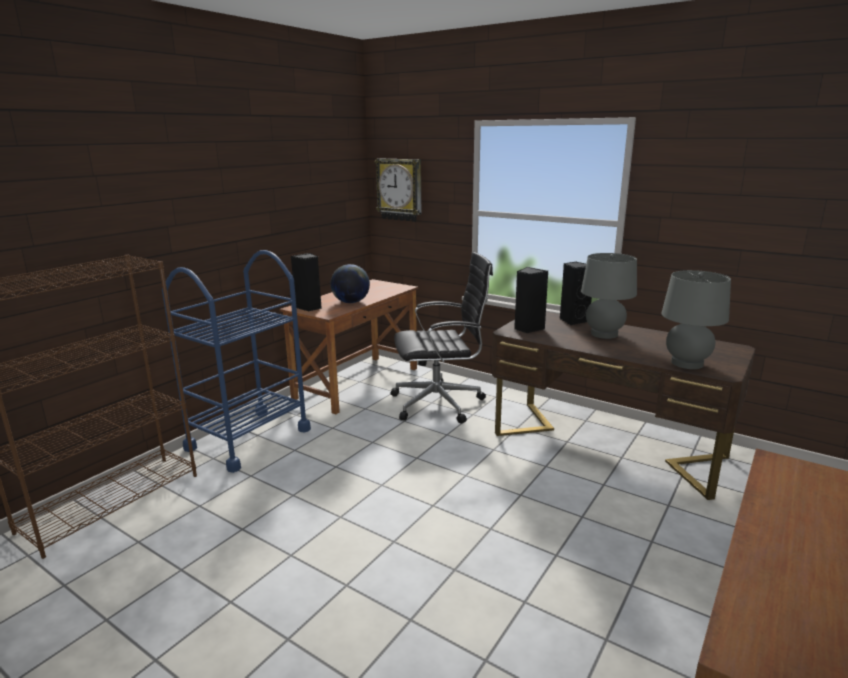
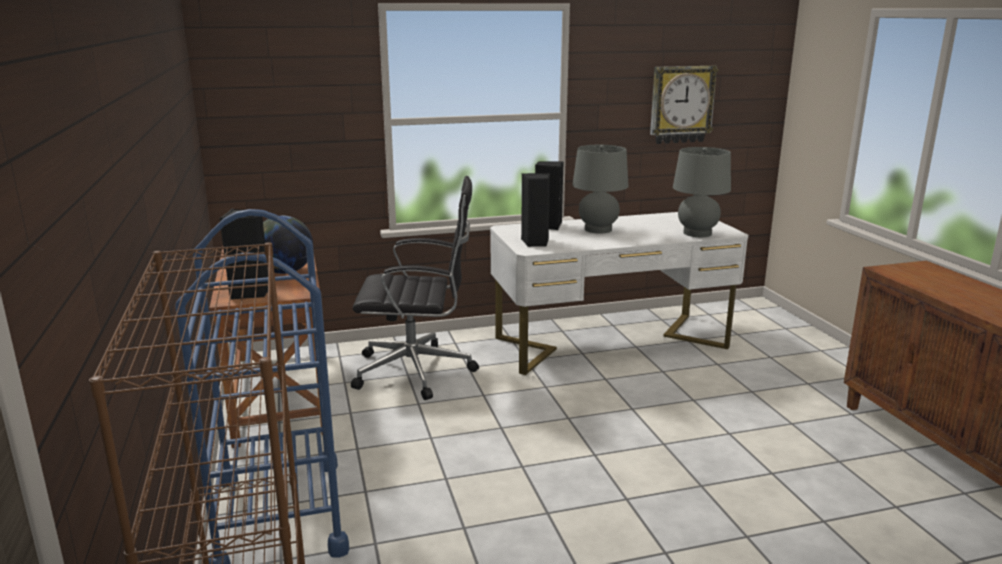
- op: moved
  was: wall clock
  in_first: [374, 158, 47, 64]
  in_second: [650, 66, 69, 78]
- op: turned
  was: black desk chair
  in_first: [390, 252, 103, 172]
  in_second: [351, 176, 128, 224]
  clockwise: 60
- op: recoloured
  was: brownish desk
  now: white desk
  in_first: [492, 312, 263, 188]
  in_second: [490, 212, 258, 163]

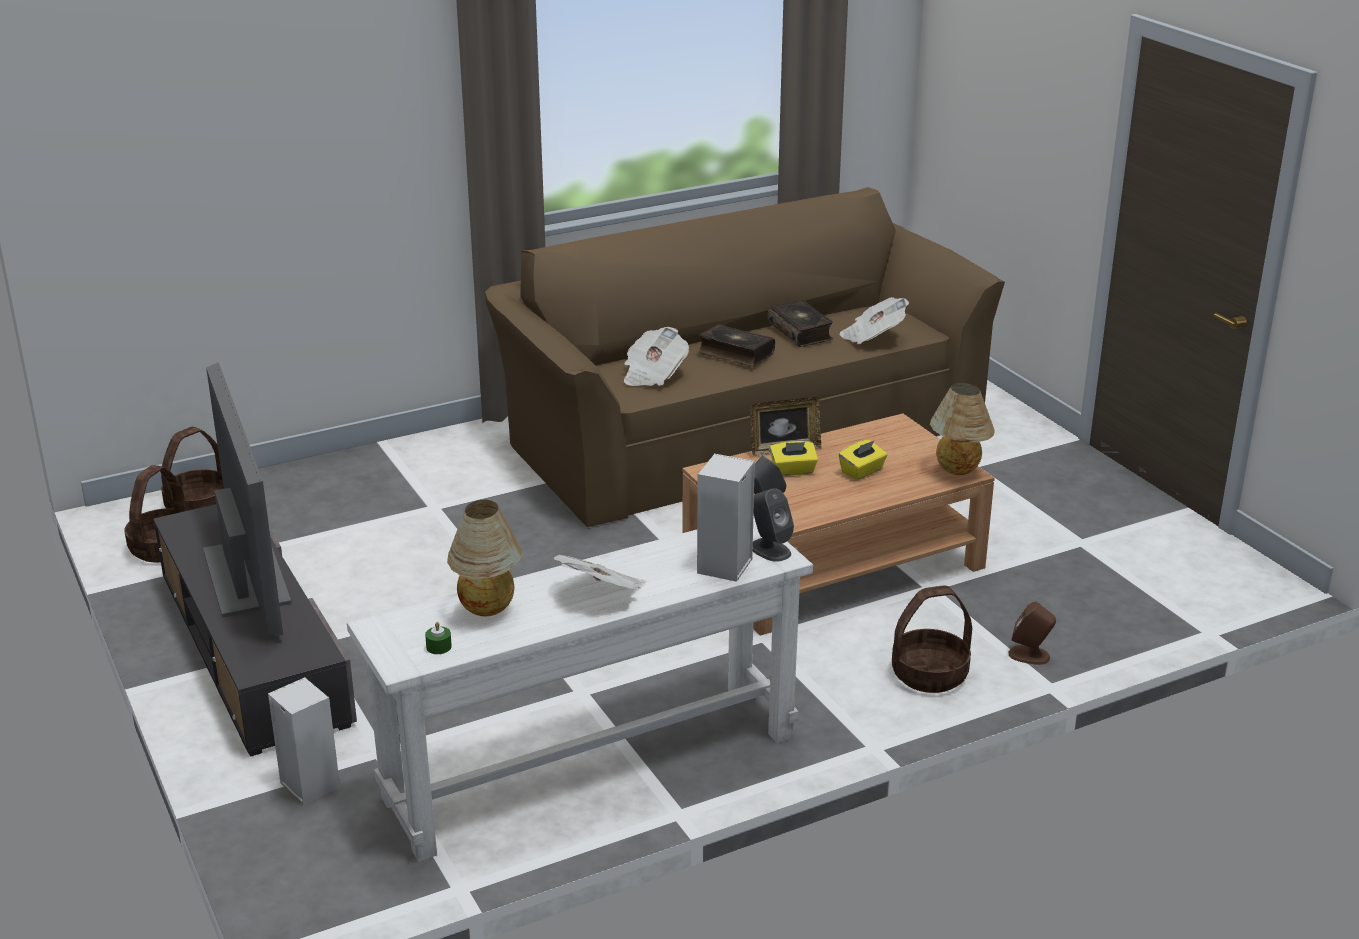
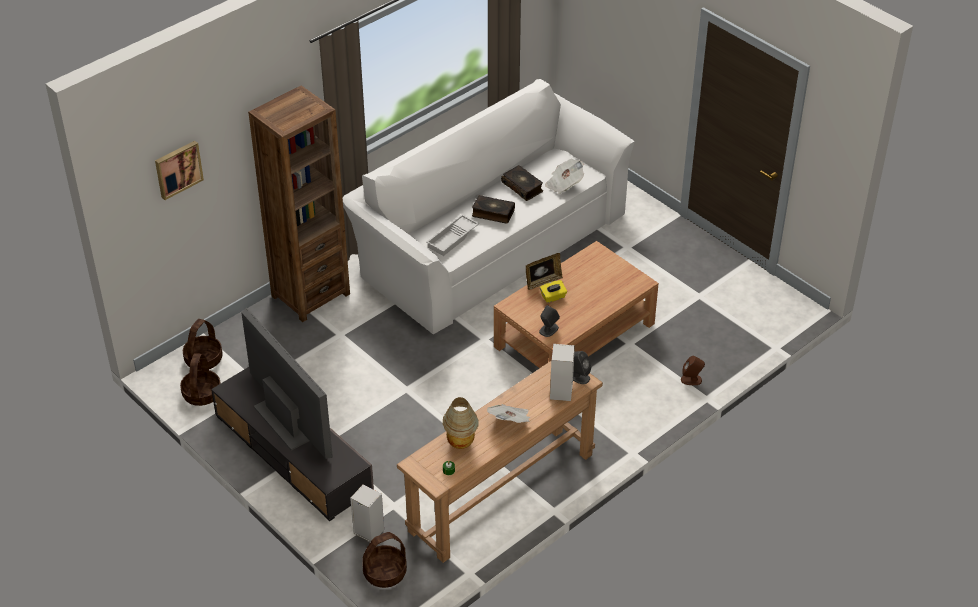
- op: recoloured
  was: white narrow table
  now: brownish narrow table
  in_first: [347, 514, 466, 348]
  in_second: [397, 361, 206, 202]
- op: recoloured
  was: brownish sofa
  now: white sofa
  in_first: [485, 187, 520, 340]
  in_second: [343, 79, 292, 255]
- op: replaced
  was: newspaper
  now: white carrying tray
  in_first: [624, 327, 65, 59]
  in_second: [426, 214, 53, 42]
- op: removed
  was: yellow-coloured tissue holder
  in_first: [839, 440, 49, 40]
- op: moved
  was: storage basket
  in_first: [892, 585, 80, 108]
  in_second: [362, 532, 45, 56]
- op: removed
  was: lamp for a table
  in_first: [930, 383, 65, 92]
- op: added
  now: picture
  in_second: [155, 141, 49, 59]
- op: added
  now: brownish shelving unit
  in_second: [248, 85, 102, 237]

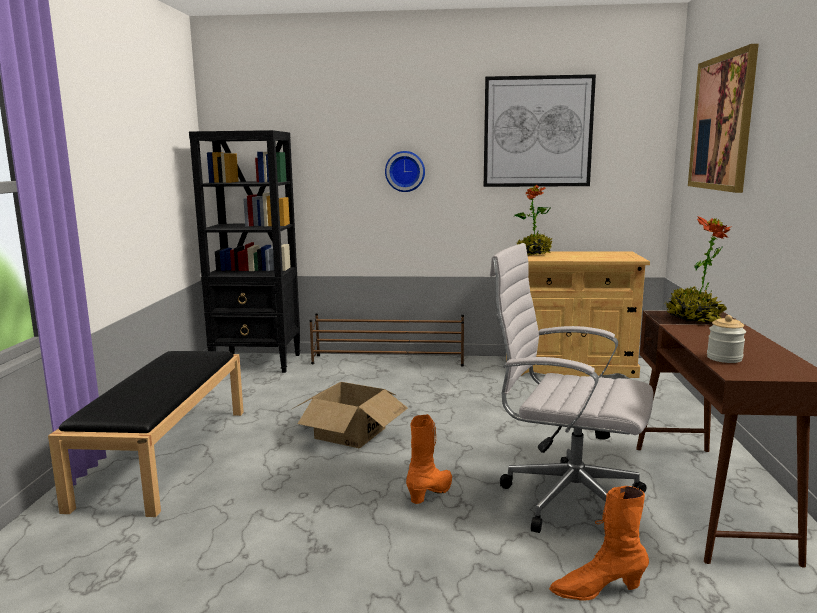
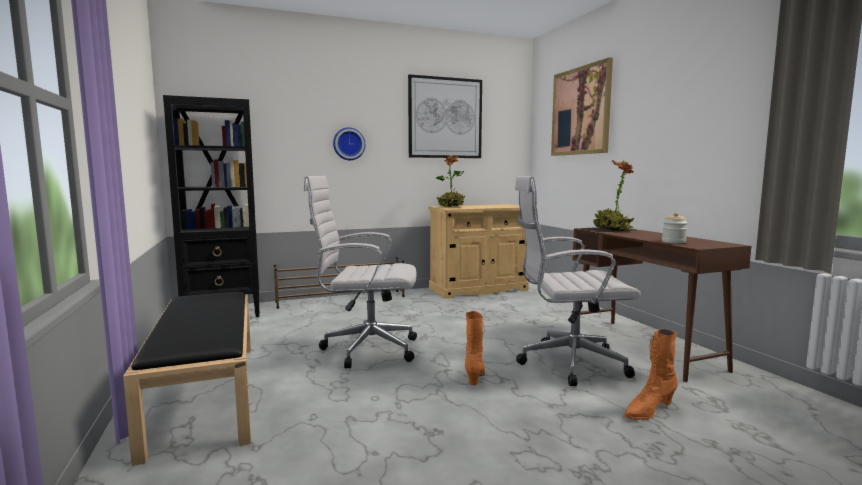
- op: replaced
  was: packing box
  now: white desk chair
  in_first: [292, 382, 116, 66]
  in_second: [304, 176, 113, 193]

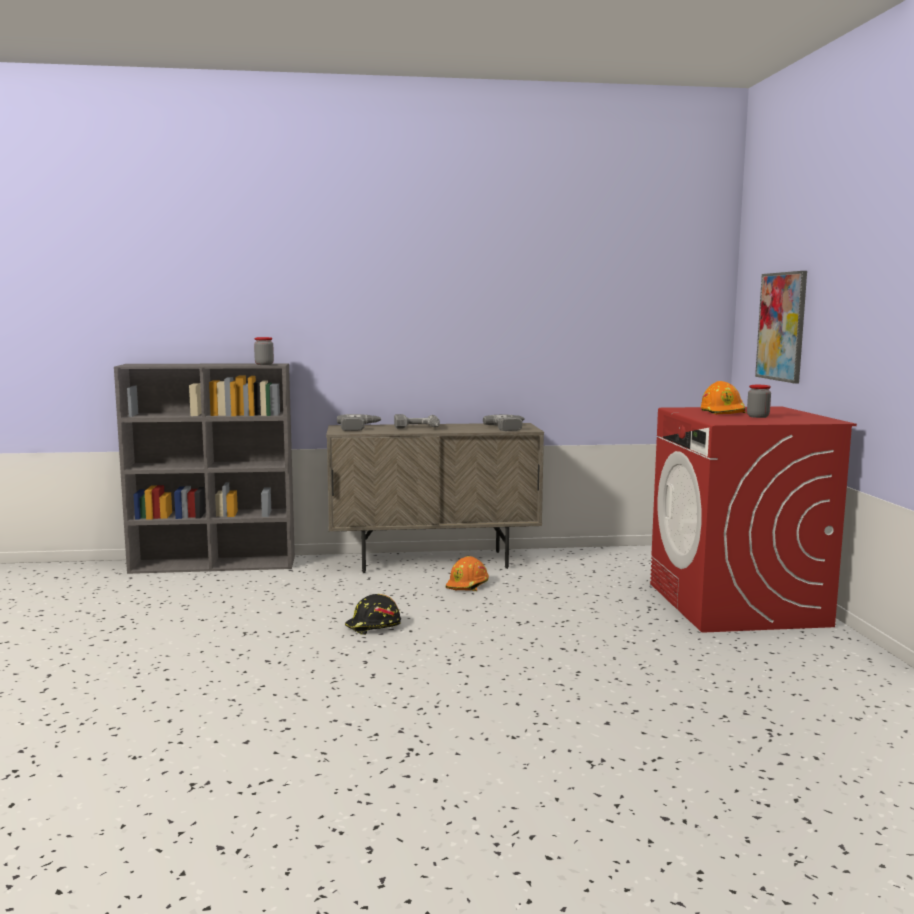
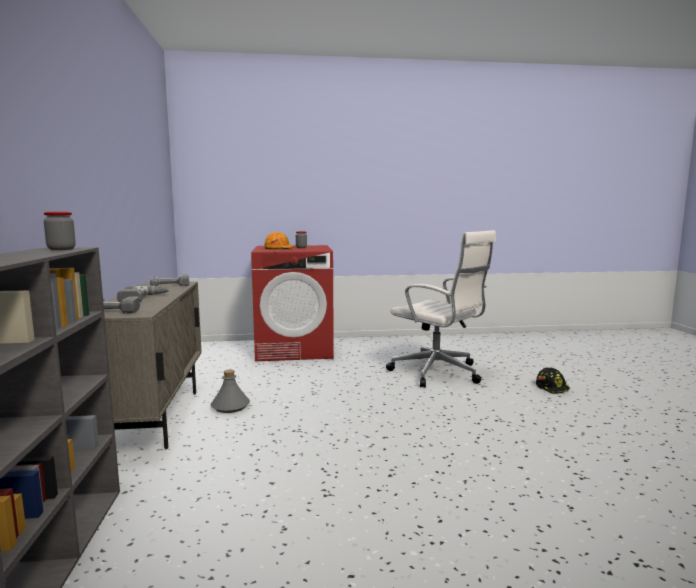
- op: moved
  was: black work helmet
  in_first: [345, 594, 56, 41]
  in_second: [536, 367, 34, 27]
- op: replaced
  was: orangey work helmet
  now: greyish beverage bottle
  in_first: [446, 556, 43, 35]
  in_second: [211, 370, 39, 43]
- op: removed
  was: picture
  in_first: [755, 271, 52, 112]
- op: added
  now: white desk chair
  in_second: [386, 230, 110, 157]

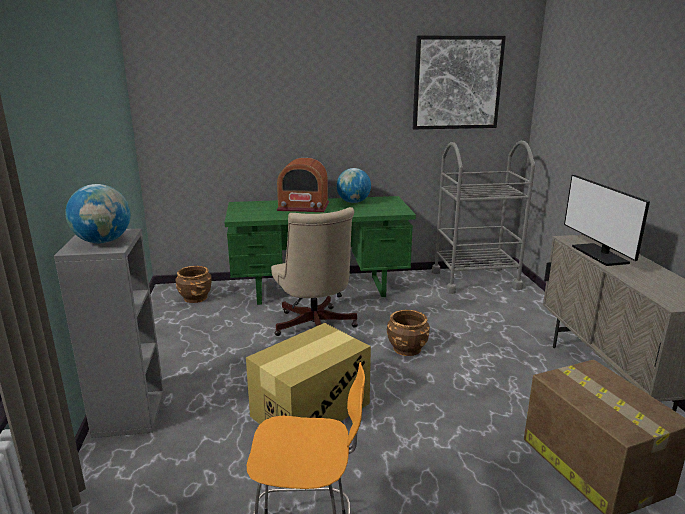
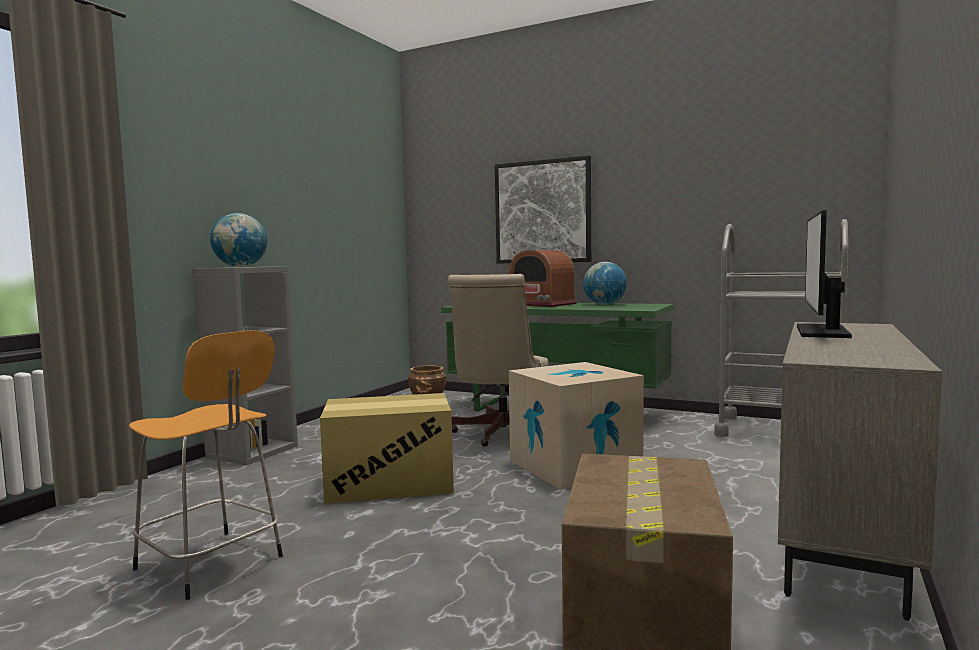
- op: replaced
  was: brownish flower pot
  now: packing box
  in_first: [387, 310, 43, 46]
  in_second: [509, 362, 135, 128]
- op: moved
  was: picture
  in_first: [413, 36, 93, 93]
  in_second: [495, 156, 96, 108]

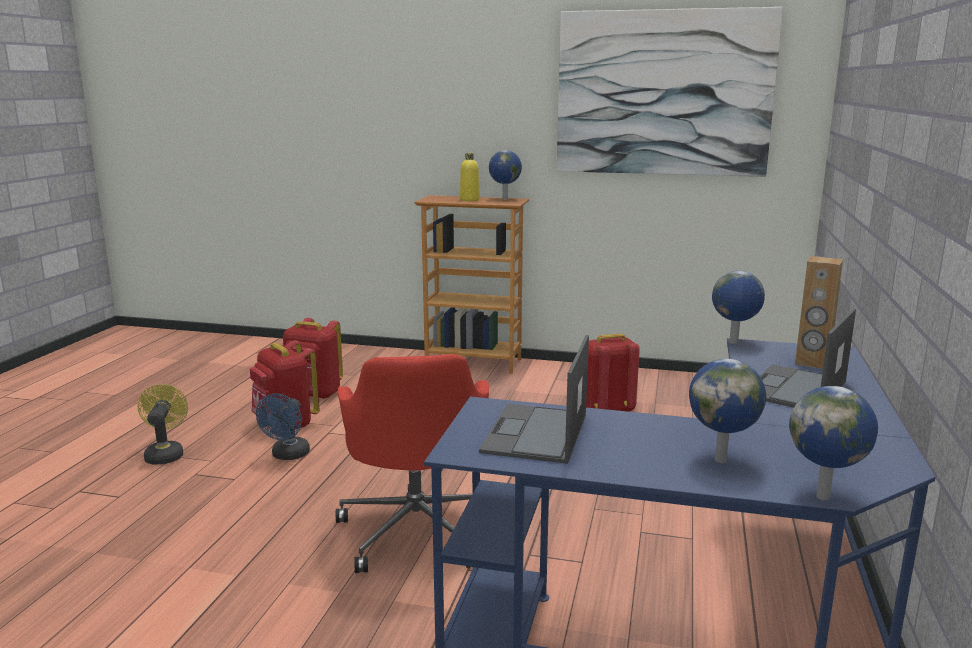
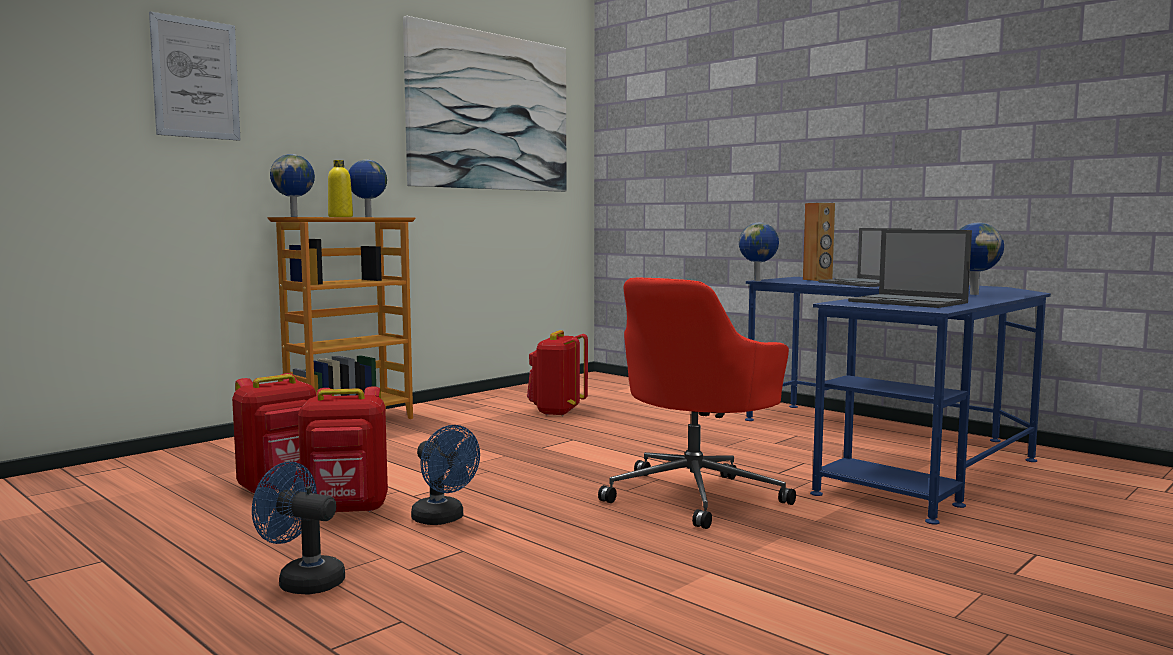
- op: recoloured
  was: yellow-coloured electric fan
  now: blue electric fan
  in_first: [138, 384, 50, 80]
  in_second: [252, 462, 93, 133]
- op: turned
  was: red desk chair
  in_first: [336, 354, 153, 219]
  in_second: [598, 278, 198, 251]
  clockwise: 105
- op: moved
  was: world globe
  in_first: [789, 386, 89, 114]
  in_second: [270, 154, 45, 63]
- op: added
  now: picture
  in_second: [149, 11, 91, 130]

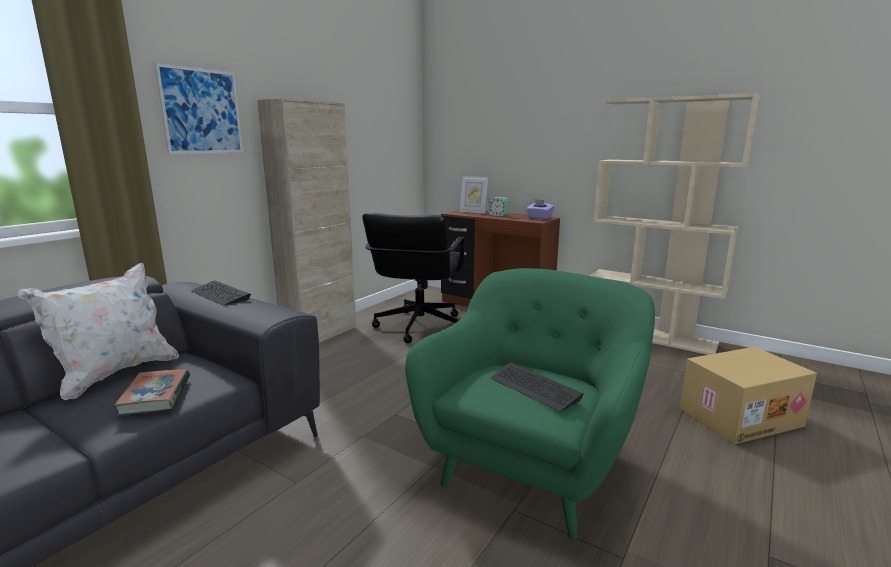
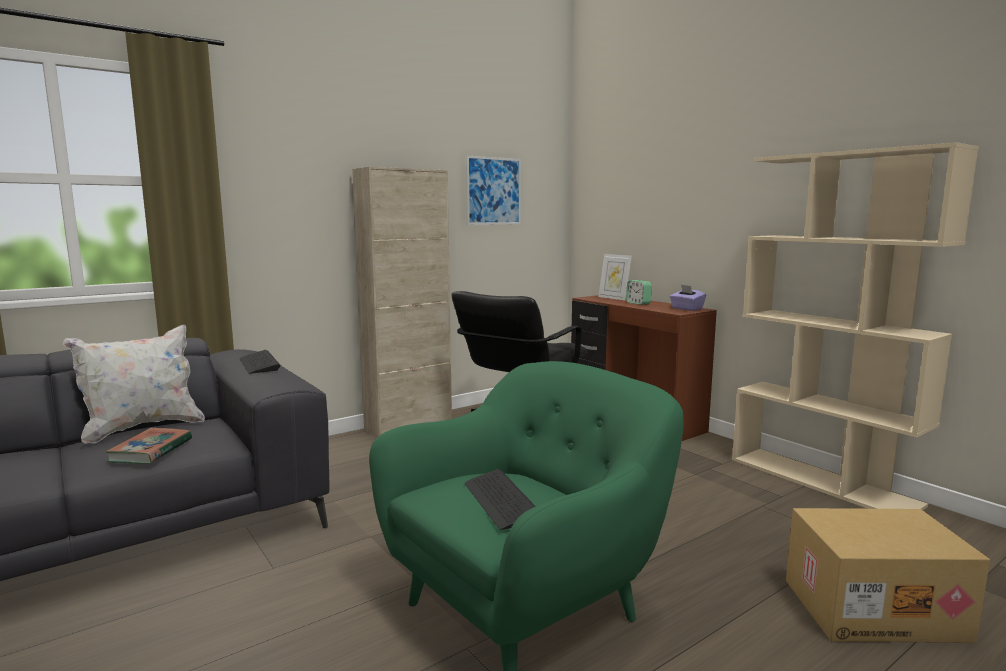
- op: moved
  was: picture
  in_first: [155, 63, 88, 91]
  in_second: [466, 156, 55, 69]

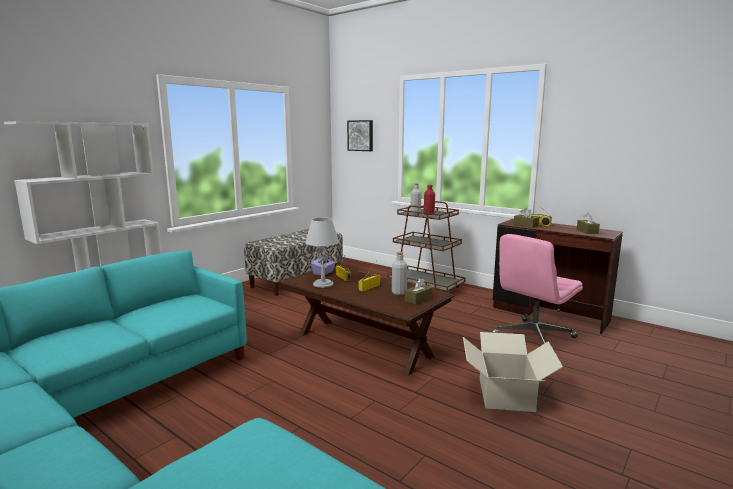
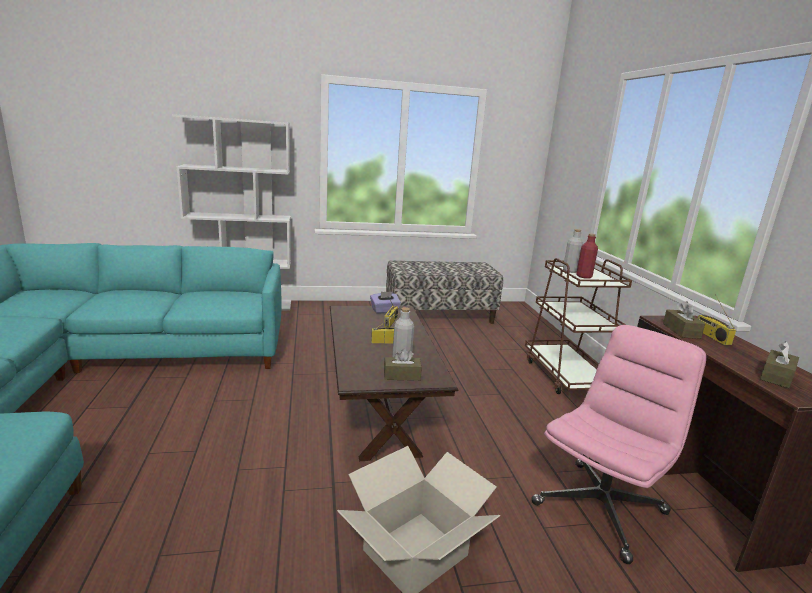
- op: removed
  was: greyish lamp for a table
  in_first: [305, 218, 34, 70]
- op: removed
  was: picture
  in_first: [347, 120, 26, 31]
- op: turned
  was: pink desk chair
  in_first: [492, 234, 91, 110]
  in_second: [531, 325, 175, 239]
  clockwise: 135

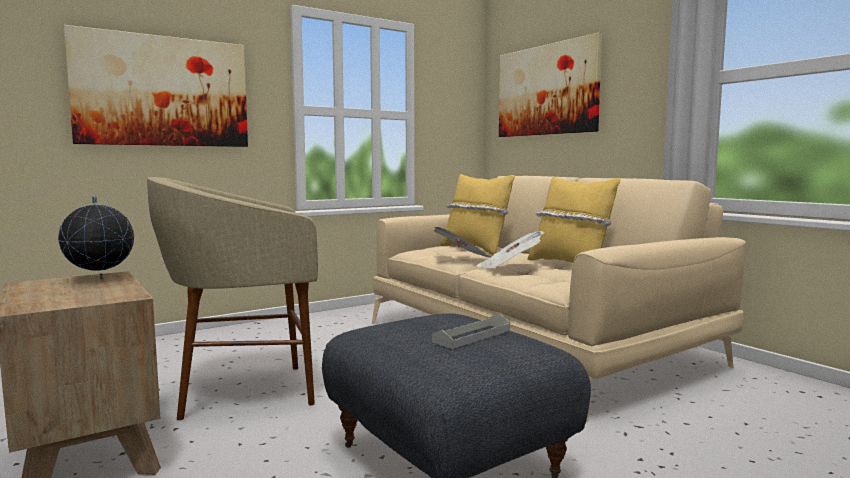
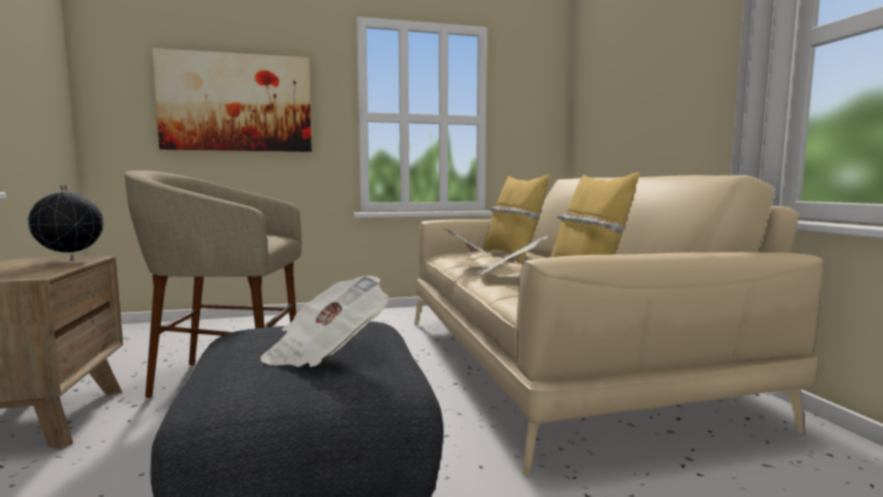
- op: replaced
  was: greyish carrying tray
  now: newspaper
  in_first: [432, 314, 78, 35]
  in_second: [261, 275, 127, 92]
- op: removed
  was: picture
  in_first: [499, 33, 103, 104]

